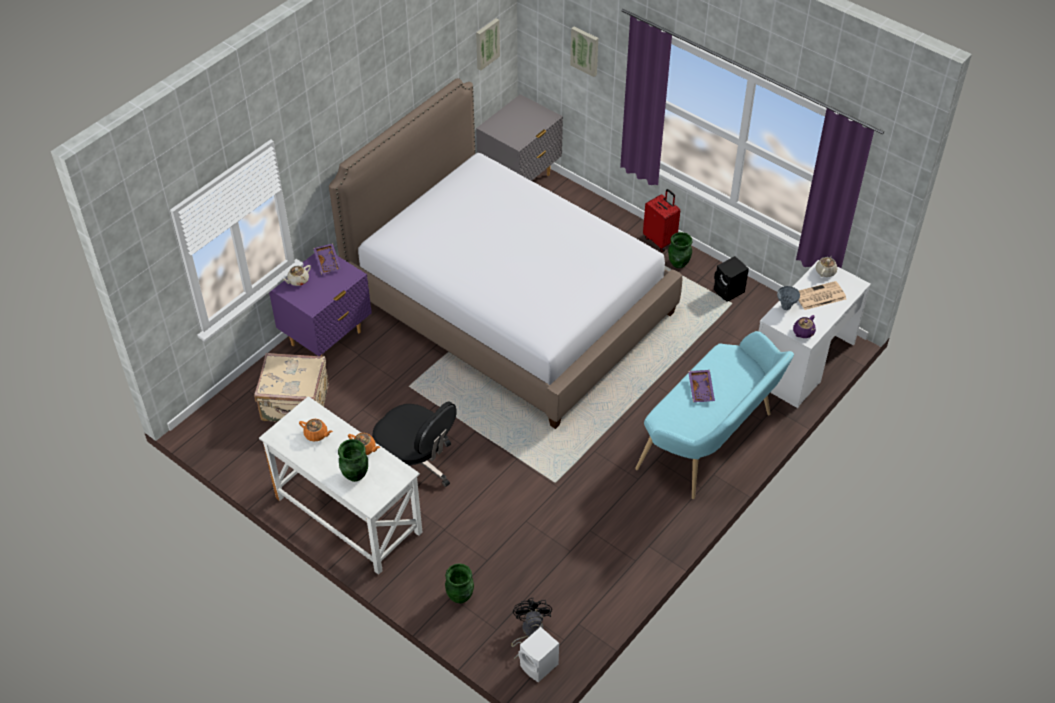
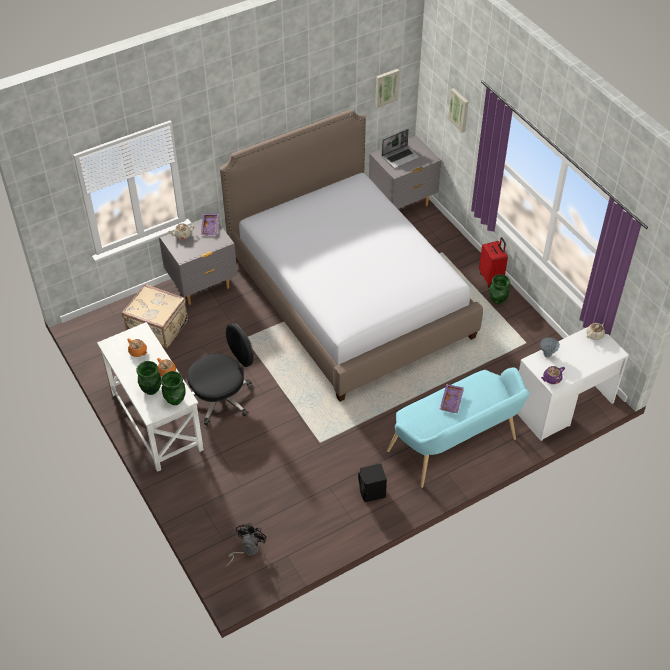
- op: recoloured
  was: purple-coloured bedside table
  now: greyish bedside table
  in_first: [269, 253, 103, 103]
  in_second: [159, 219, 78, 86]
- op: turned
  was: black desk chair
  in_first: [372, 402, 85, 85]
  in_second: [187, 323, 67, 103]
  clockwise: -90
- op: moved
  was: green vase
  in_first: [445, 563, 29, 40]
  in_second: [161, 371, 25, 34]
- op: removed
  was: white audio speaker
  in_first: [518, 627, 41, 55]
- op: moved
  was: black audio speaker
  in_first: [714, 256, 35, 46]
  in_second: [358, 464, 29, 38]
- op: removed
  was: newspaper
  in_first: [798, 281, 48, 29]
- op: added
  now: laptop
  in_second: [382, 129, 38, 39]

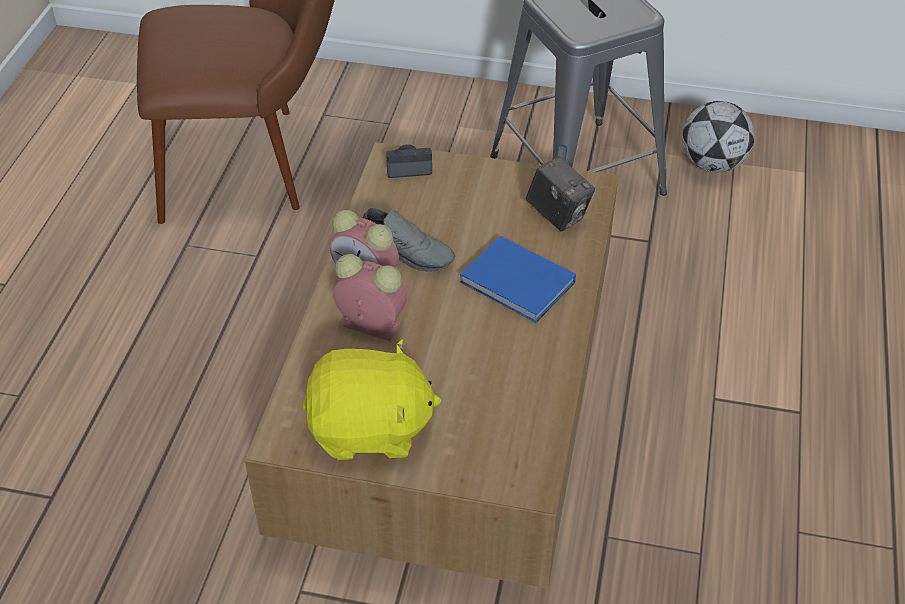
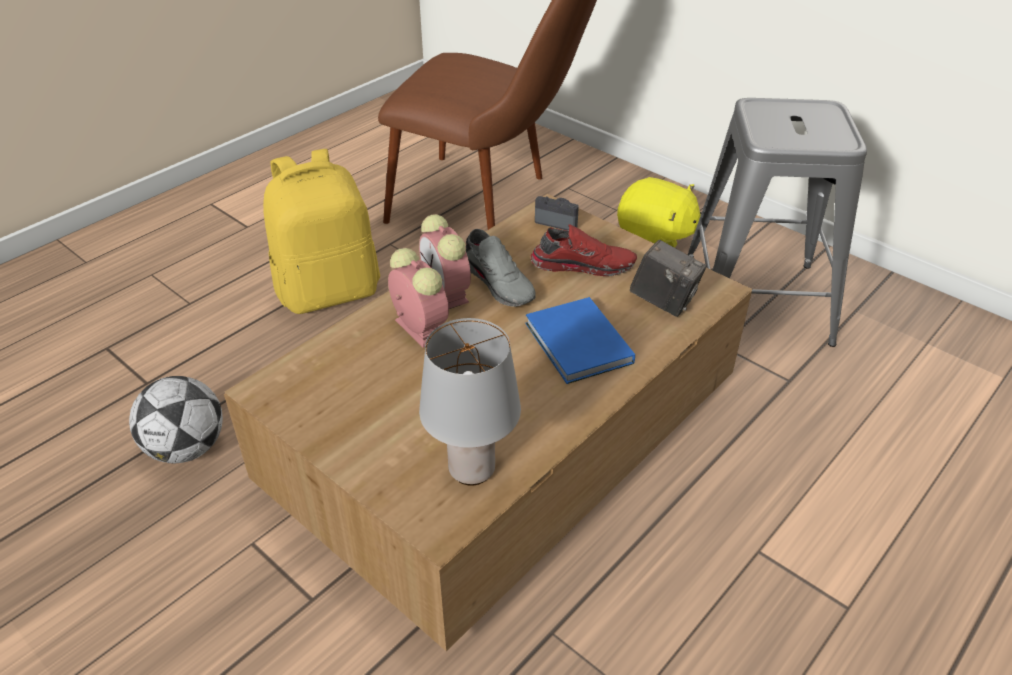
- op: moved
  was: yellow-coloured soft toy
  in_first: [303, 340, 139, 120]
  in_second: [617, 177, 84, 71]
- op: turned
  was: photo camera
  in_first: [526, 156, 69, 76]
  in_second: [630, 240, 76, 77]
  clockwise: -45
- op: moved
  was: football
  in_first: [682, 101, 73, 71]
  in_second: [129, 376, 94, 87]
- op: added
  now: yellow-coloured backpack
  in_second: [263, 149, 117, 165]
- op: added
  now: greyish lamp for a table
  in_second: [419, 318, 102, 168]
- op: added
  now: red low shoe
  in_second: [531, 224, 106, 52]

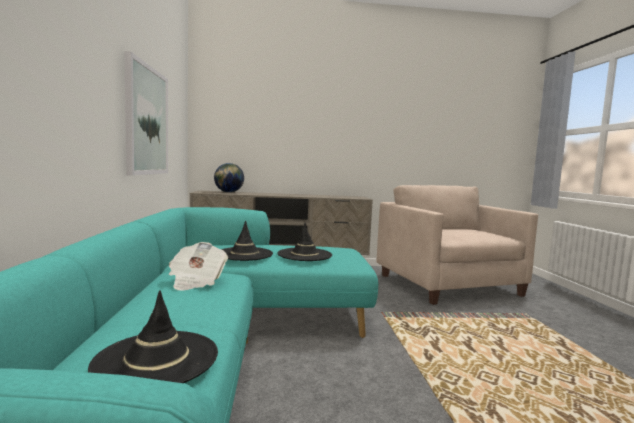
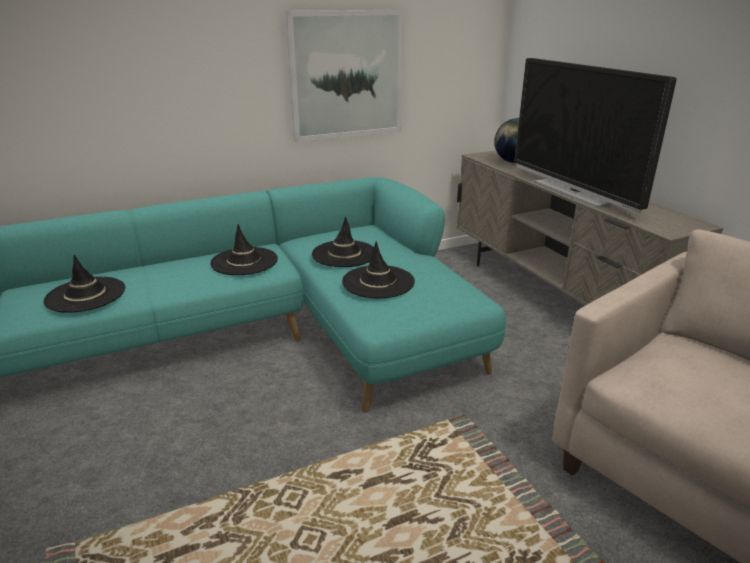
- op: replaced
  was: newspaper
  now: black wearable hat
  in_first: [169, 242, 59, 49]
  in_second: [210, 224, 68, 51]
- op: added
  now: TV
  in_second: [514, 58, 163, 155]

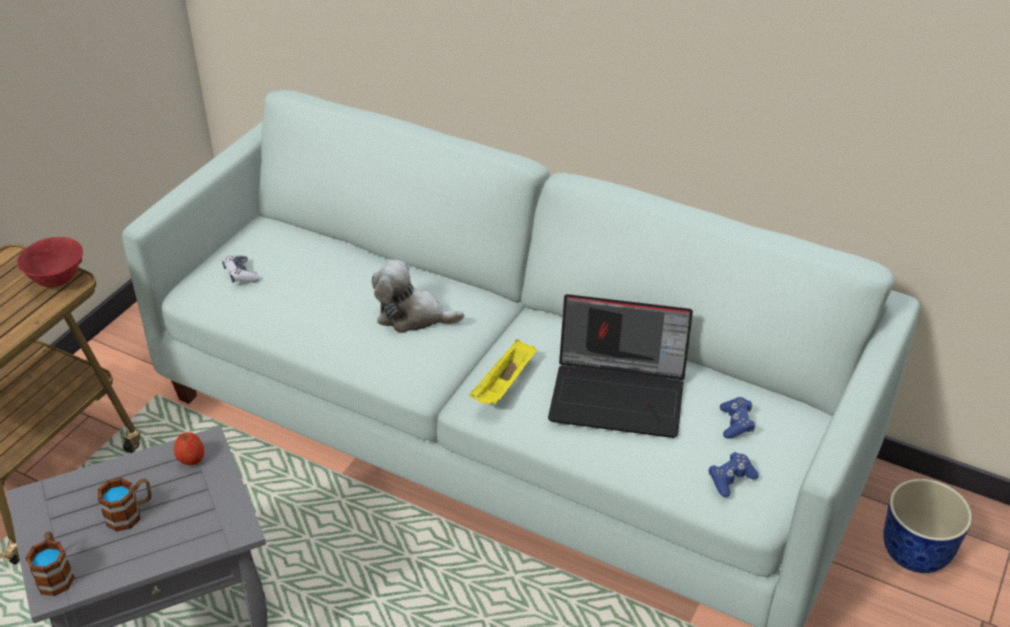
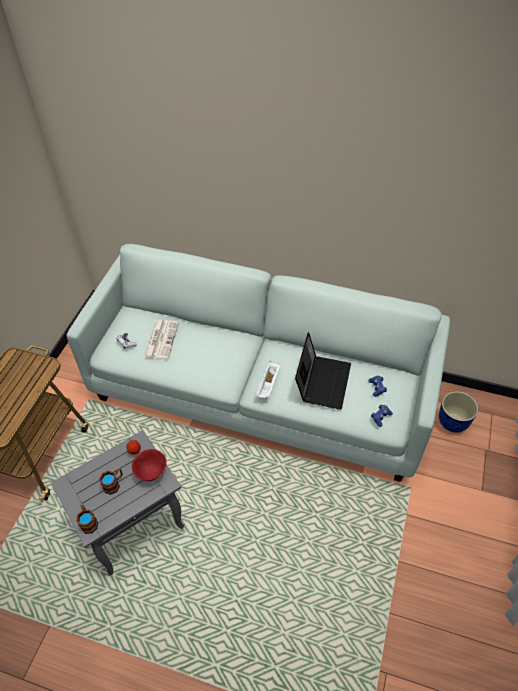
- op: moved
  was: red deep dish
  in_first: [17, 237, 66, 50]
  in_second: [132, 449, 35, 32]
- op: removed
  was: soft toy
  in_first: [372, 260, 92, 73]
- op: recoloured
  was: yellow-coloured carrying tray
  now: white carrying tray
  in_first: [469, 339, 67, 66]
  in_second: [255, 361, 25, 37]
- op: turned
  was: laptop
  in_first: [548, 294, 145, 144]
  in_second: [295, 332, 56, 78]
  clockwise: -75
- op: added
  now: newspaper
  in_second: [144, 320, 35, 39]

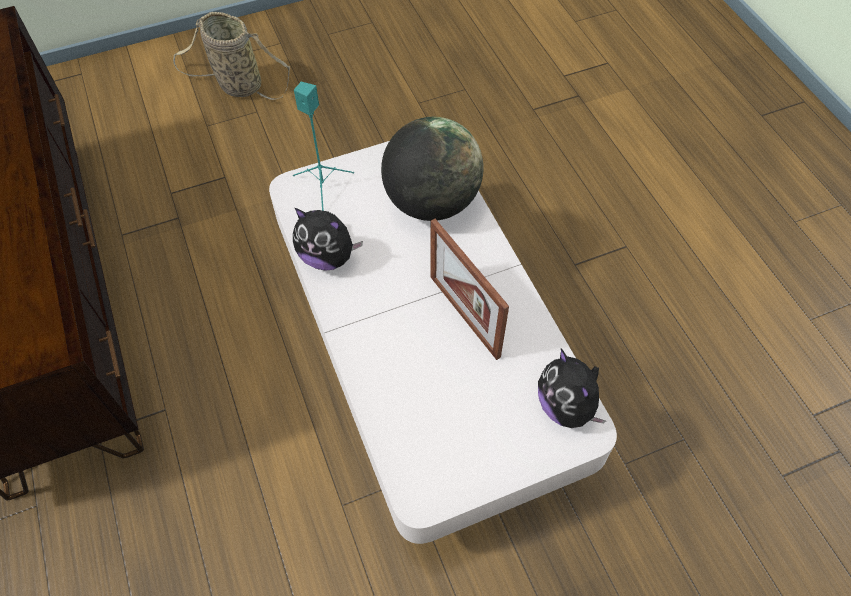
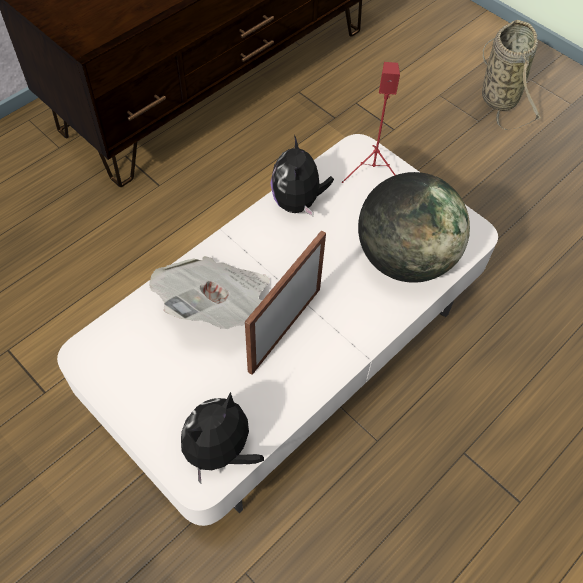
- op: recoloured
  was: blue-green audio speaker
  now: red audio speaker
  in_first: [293, 82, 61, 129]
  in_second: [342, 62, 58, 121]
- op: added
  now: newspaper
  in_second: [149, 256, 120, 73]

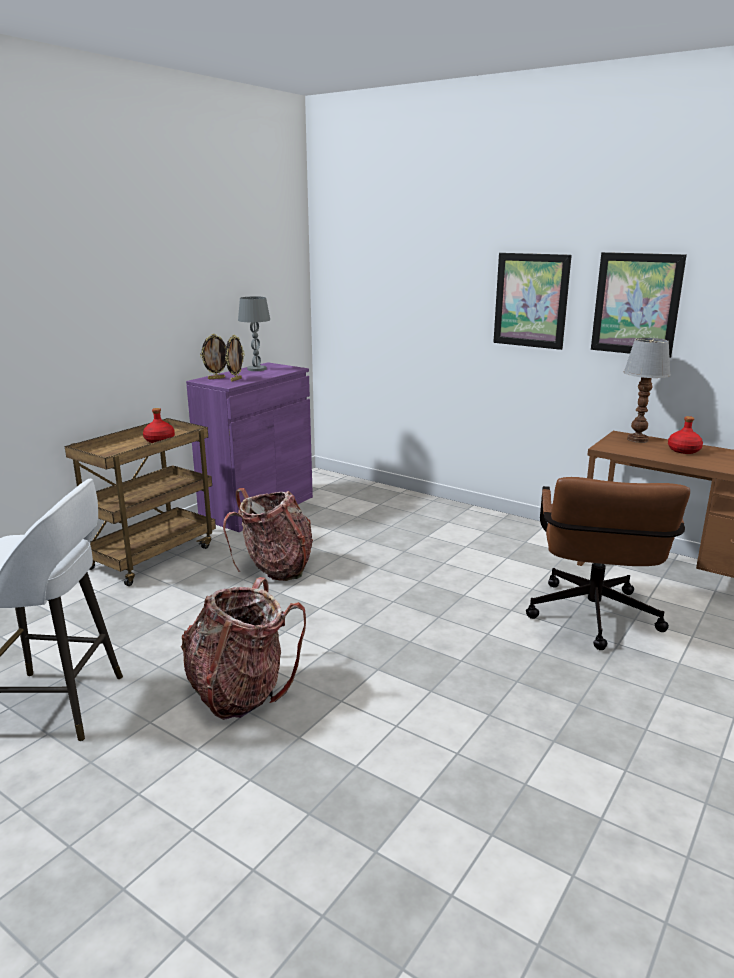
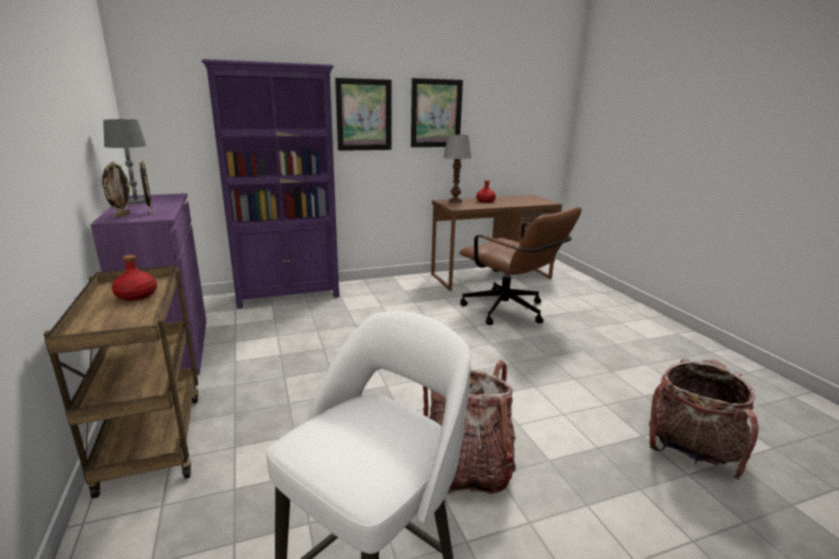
- op: moved
  was: backpack
  in_first: [223, 488, 90, 93]
  in_second: [649, 359, 110, 121]
- op: added
  now: purple-coloured shelving unit
  in_second: [202, 59, 137, 250]

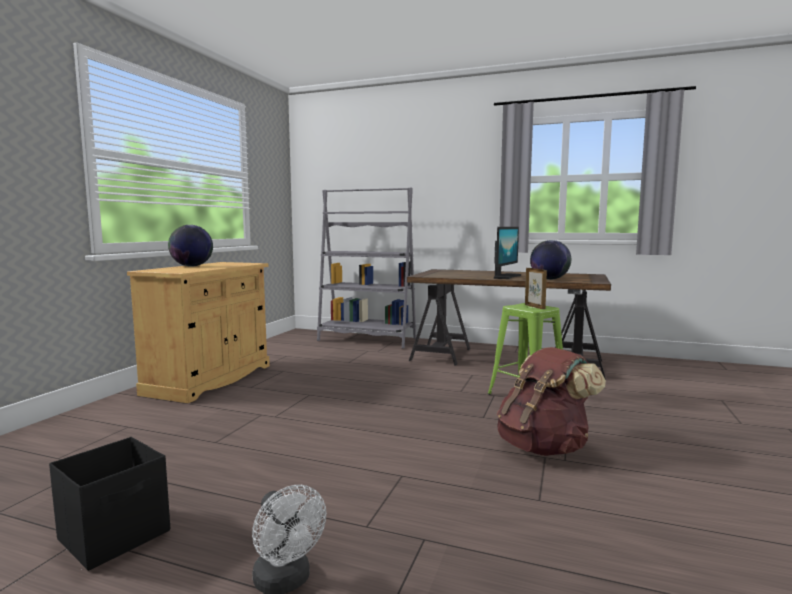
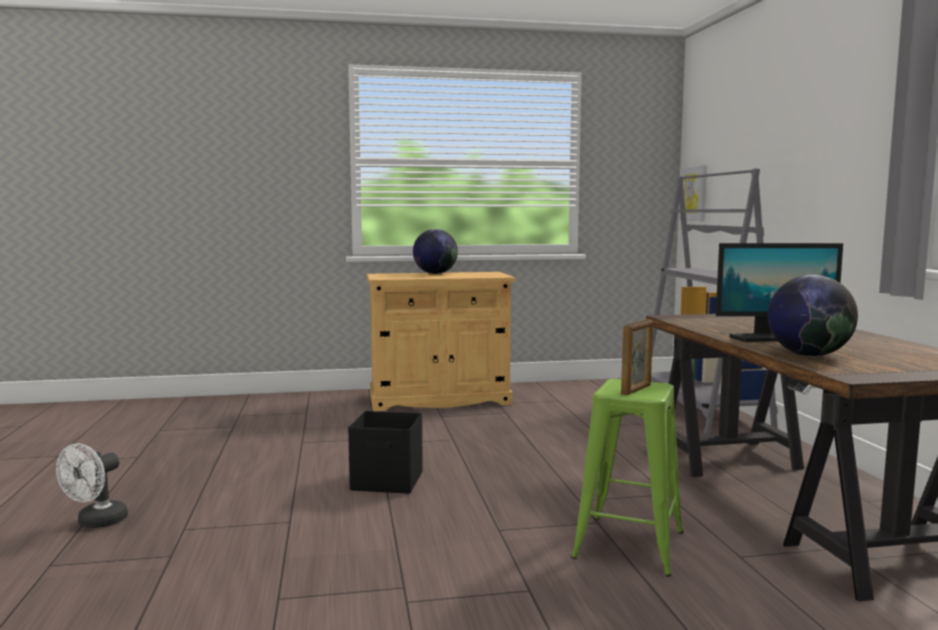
- op: moved
  was: black storage box
  in_first: [49, 437, 121, 134]
  in_second: [348, 411, 75, 83]
- op: removed
  was: brownish backpack
  in_first: [497, 347, 109, 109]
- op: added
  now: picture
  in_second: [679, 165, 28, 56]

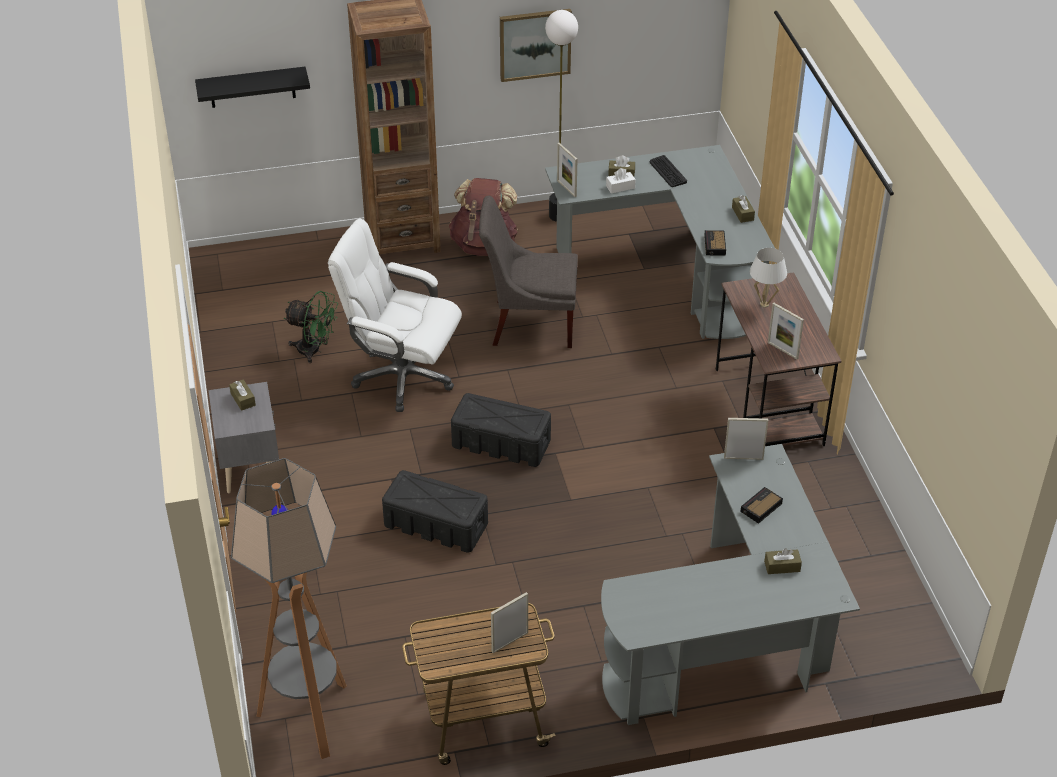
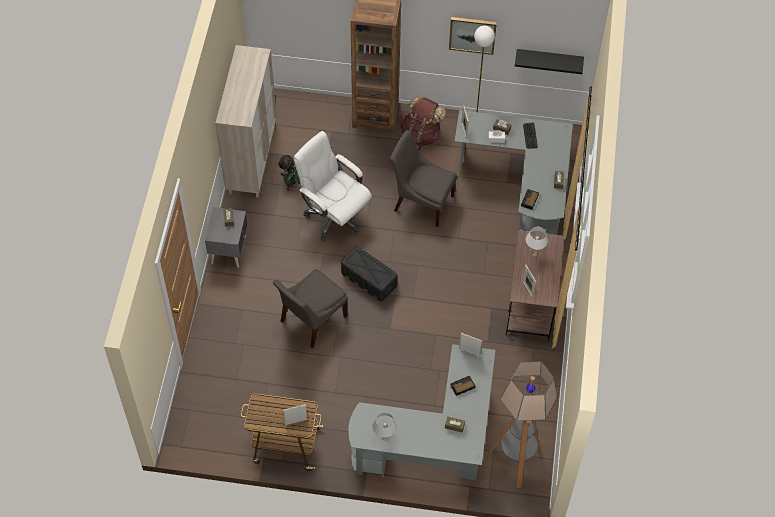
- op: moved
  was: black wall shelf
  in_first: [195, 67, 115, 41]
  in_second: [515, 49, 69, 25]
- op: moved
  was: standing lamp
  in_first: [231, 458, 116, 301]
  in_second: [489, 361, 68, 127]
- op: replaced
  was: black storage box
  now: greyish chair
  in_first: [382, 470, 106, 83]
  in_second: [273, 269, 75, 79]
- op: added
  now: sand-coloured cupboard
  in_second: [215, 45, 62, 153]
- op: added
  now: white lamp for a table
  in_second: [373, 413, 24, 28]

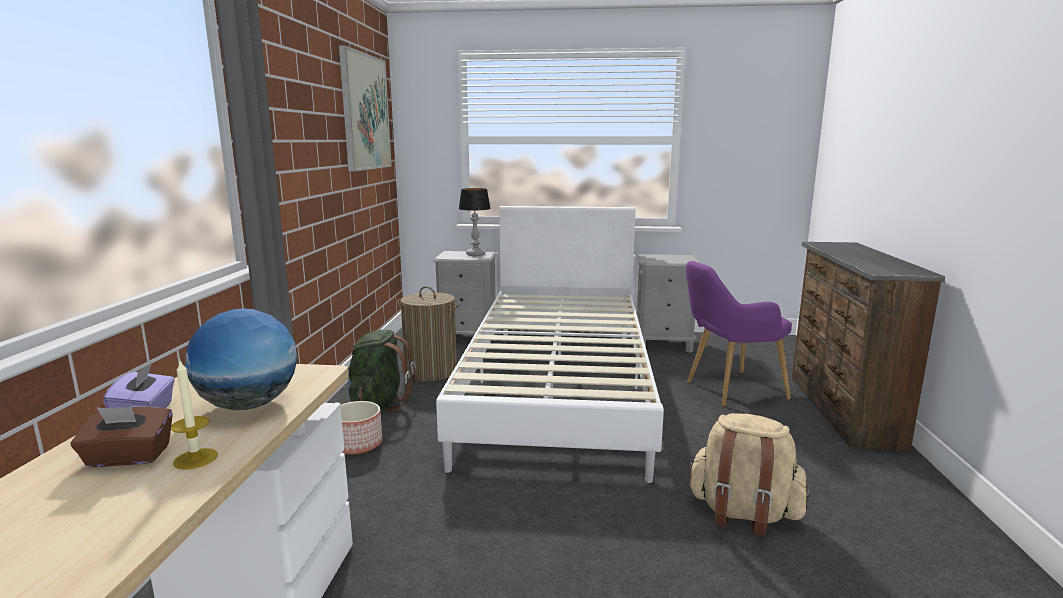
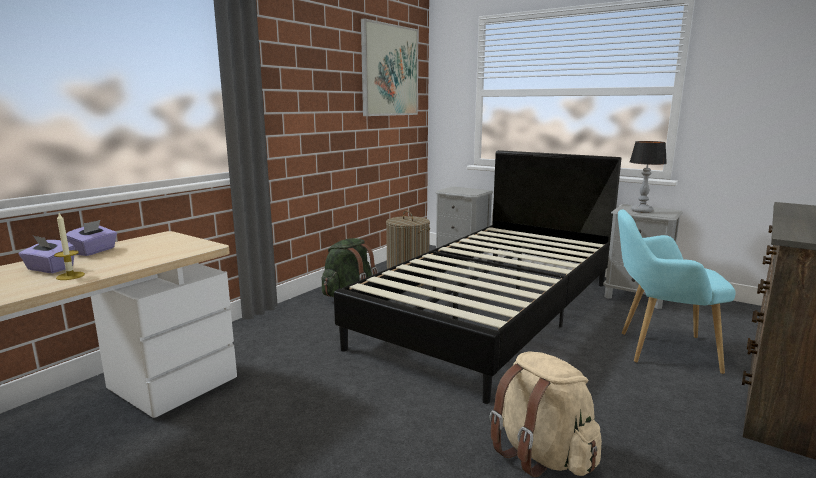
- op: recoloured
  was: brownish tissue holder
  now: purple-coloured tissue holder
  in_first: [70, 406, 103, 61]
  in_second: [19, 236, 56, 37]
- op: removed
  was: world globe
  in_first: [185, 308, 112, 102]
- op: removed
  was: flower pot
  in_first: [340, 401, 42, 54]
- op: recoloured
  was: white bedroom bed
  now: black bedroom bed
  in_first: [436, 206, 228, 277]
  in_second: [334, 150, 287, 254]
- op: moved
  was: lamp for a table
  in_first: [459, 188, 32, 68]
  in_second: [630, 141, 37, 72]
- op: recoloured
  was: purple-coloured easy chair
  now: blue-green easy chair
  in_first: [686, 261, 106, 146]
  in_second: [618, 210, 118, 164]

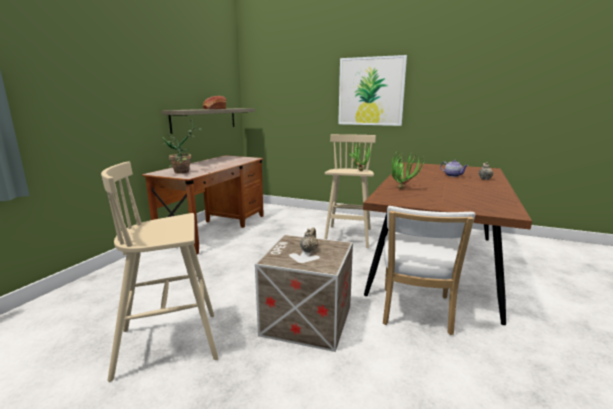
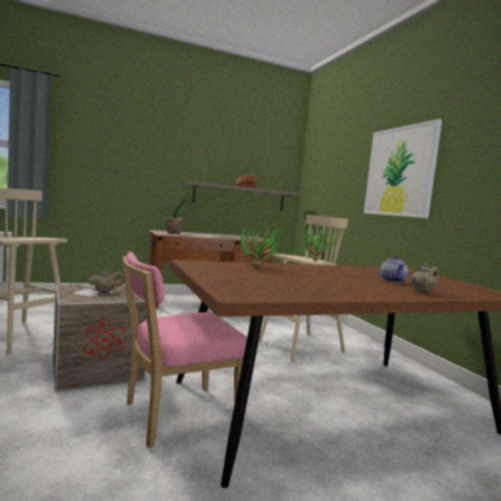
- op: recoloured
  was: white chair
  now: pink chair
  in_first: [383, 206, 92, 129]
  in_second: [122, 252, 125, 196]

